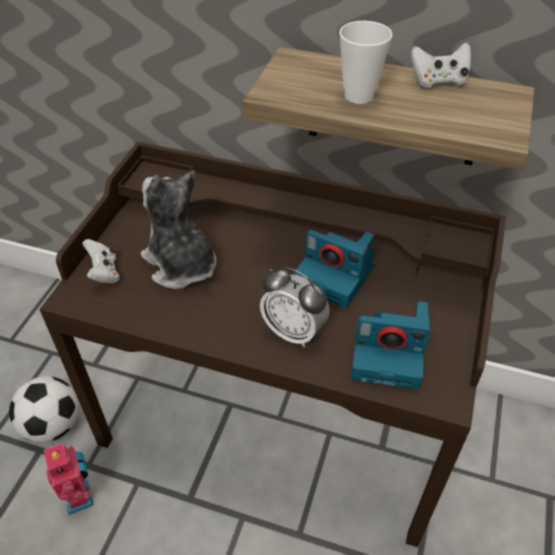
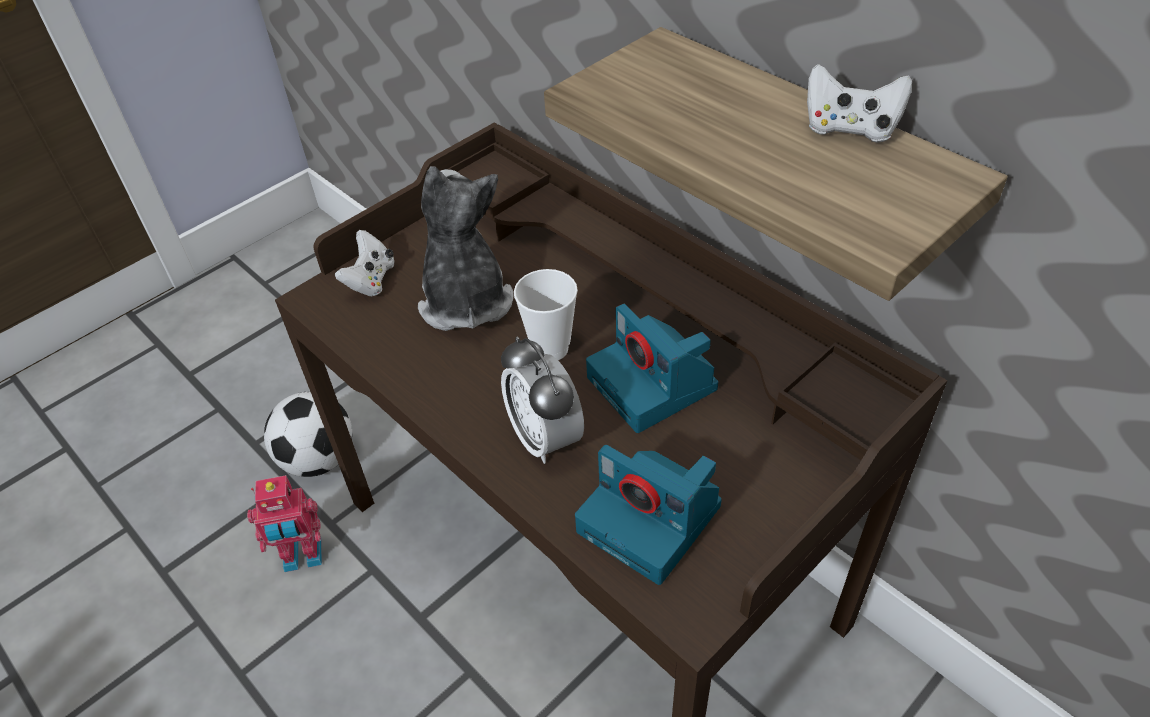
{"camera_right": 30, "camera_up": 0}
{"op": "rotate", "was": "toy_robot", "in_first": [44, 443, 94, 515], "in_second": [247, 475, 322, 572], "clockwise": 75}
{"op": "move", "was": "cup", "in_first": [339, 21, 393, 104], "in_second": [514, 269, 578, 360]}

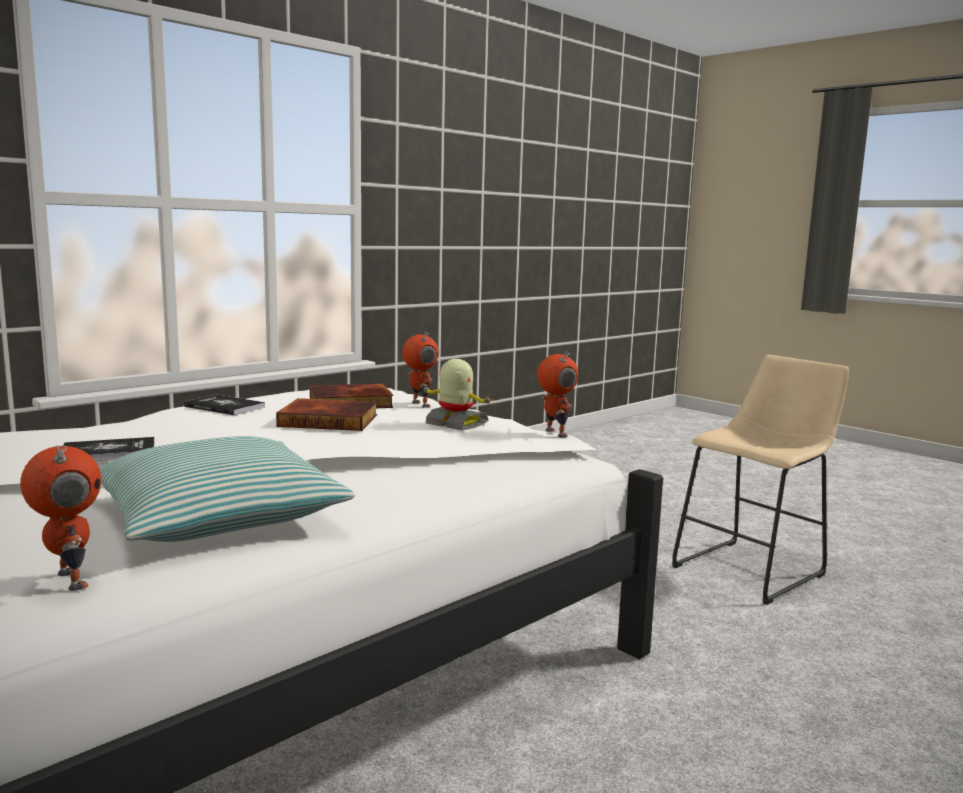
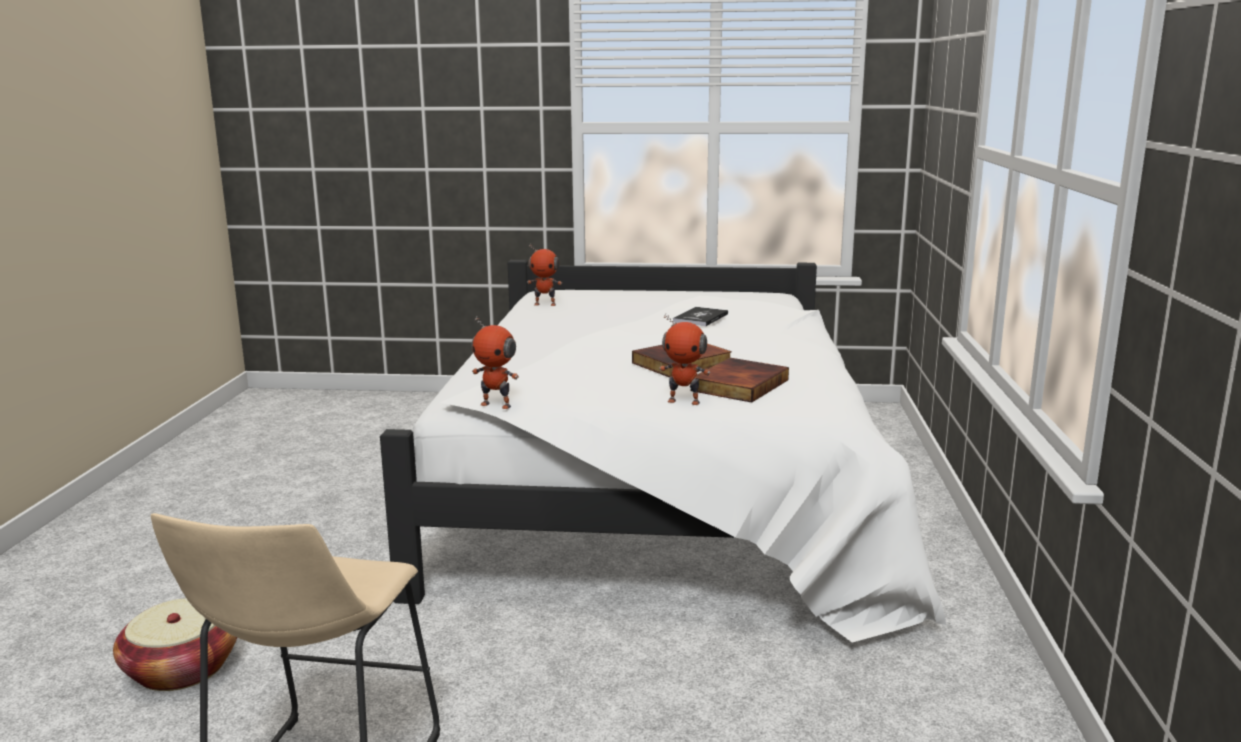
{"camera_right": 140, "camera_up": 5}
{"op": "delete", "was": "pillow", "in_first": [98, 436, 355, 542]}
{"op": "delete", "was": "book", "in_first": [184, 395, 265, 415]}
{"op": "delete", "was": "toy_robot", "in_first": [422, 359, 494, 430]}
{"op": "insert", "now": "basket", "in_second": [113, 598, 237, 691]}

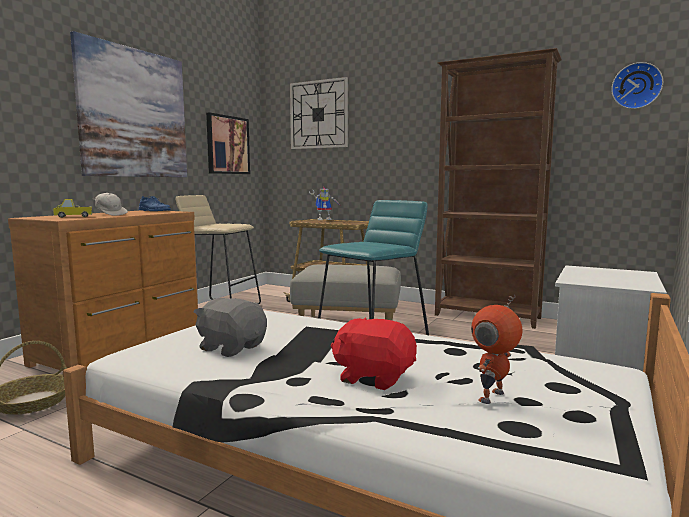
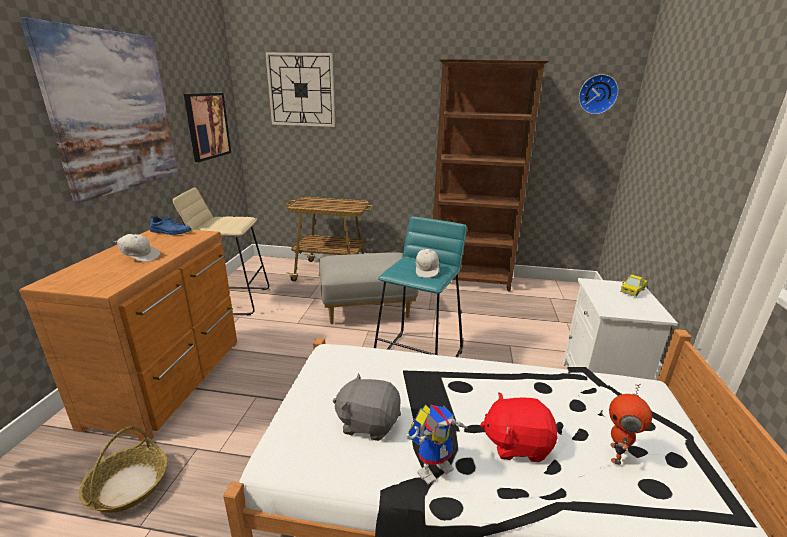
{"camera_right": -20, "camera_up": 15}
{"op": "move", "was": "toy_truck", "in_first": [53, 199, 93, 218], "in_second": [620, 275, 648, 297]}
{"op": "move", "was": "toy_robot", "in_first": [309, 187, 342, 220], "in_second": [406, 405, 469, 485]}
{"op": "insert", "now": "white_cap", "in_second": [416, 248, 440, 278]}

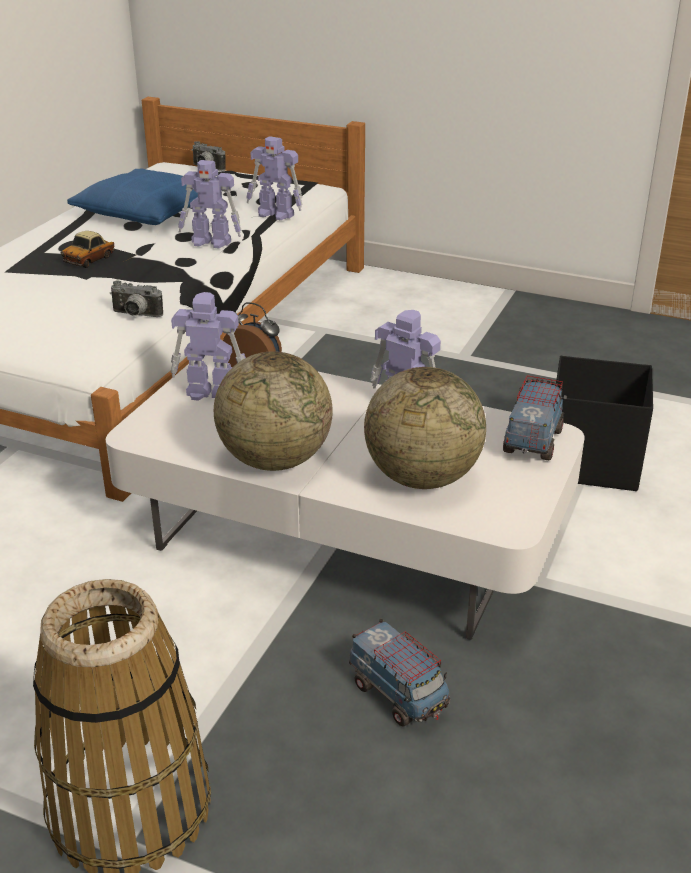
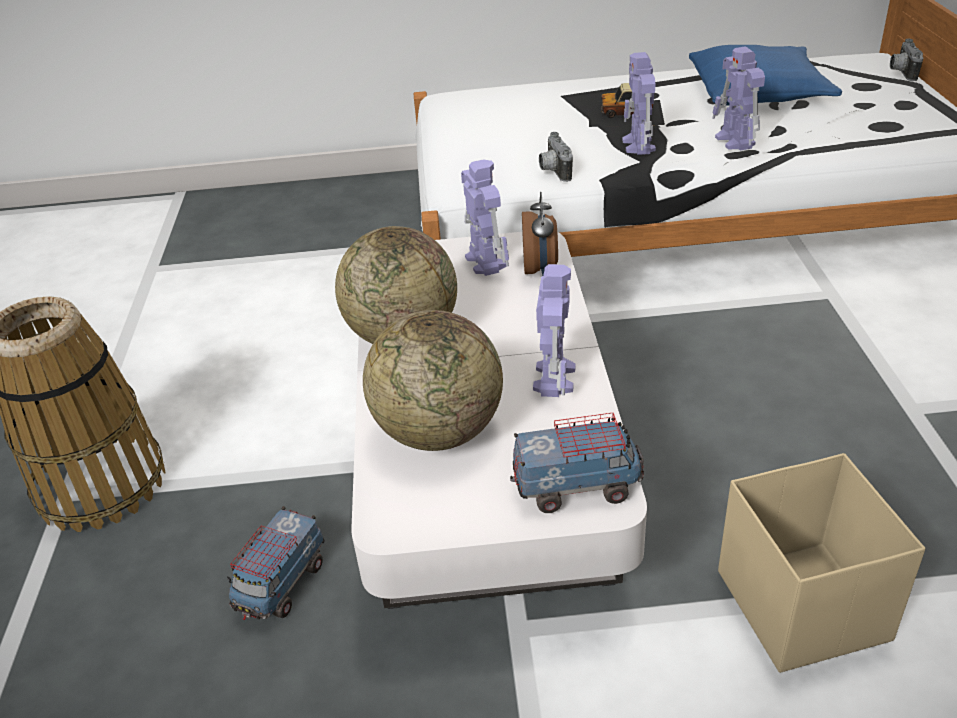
{"camera_right": 65, "camera_up": 5}
{"op": "move", "was": "toy_robot", "in_first": [246, 136, 302, 220], "in_second": [622, 52, 656, 155]}
{"op": "recolor", "was": "black_storage_box", "now": "beige_storage_box", "in_first": [556, 356, 653, 491], "in_second": [718, 453, 925, 673]}

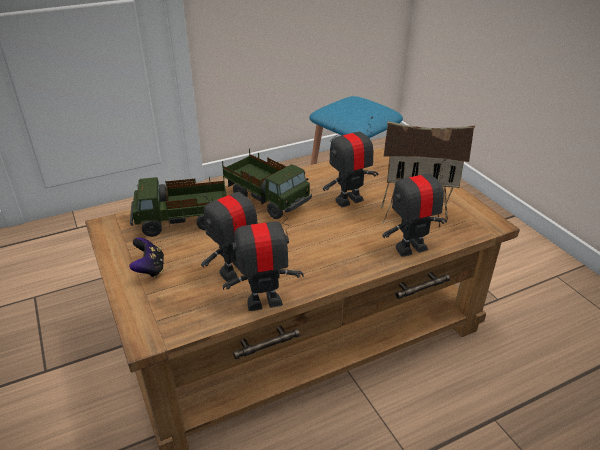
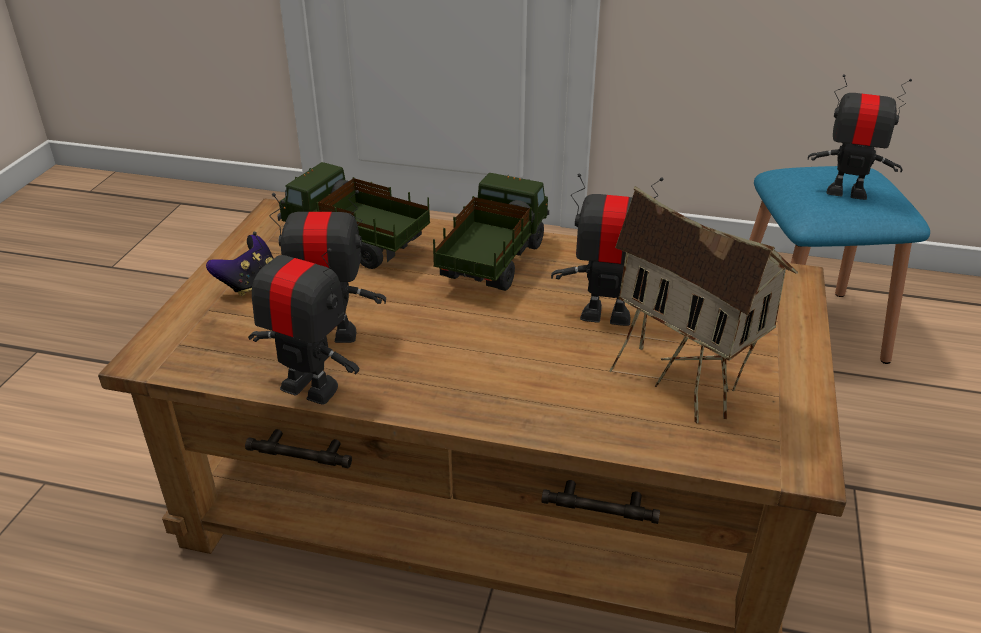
{"camera_right": 40, "camera_up": 0}
{"op": "rotate", "was": "toy_truck", "in_first": [222, 149, 312, 219], "in_second": [433, 173, 549, 291], "clockwise": -150}
{"op": "move", "was": "toy_robot", "in_first": [382, 158, 447, 257], "in_second": [808, 74, 912, 200]}

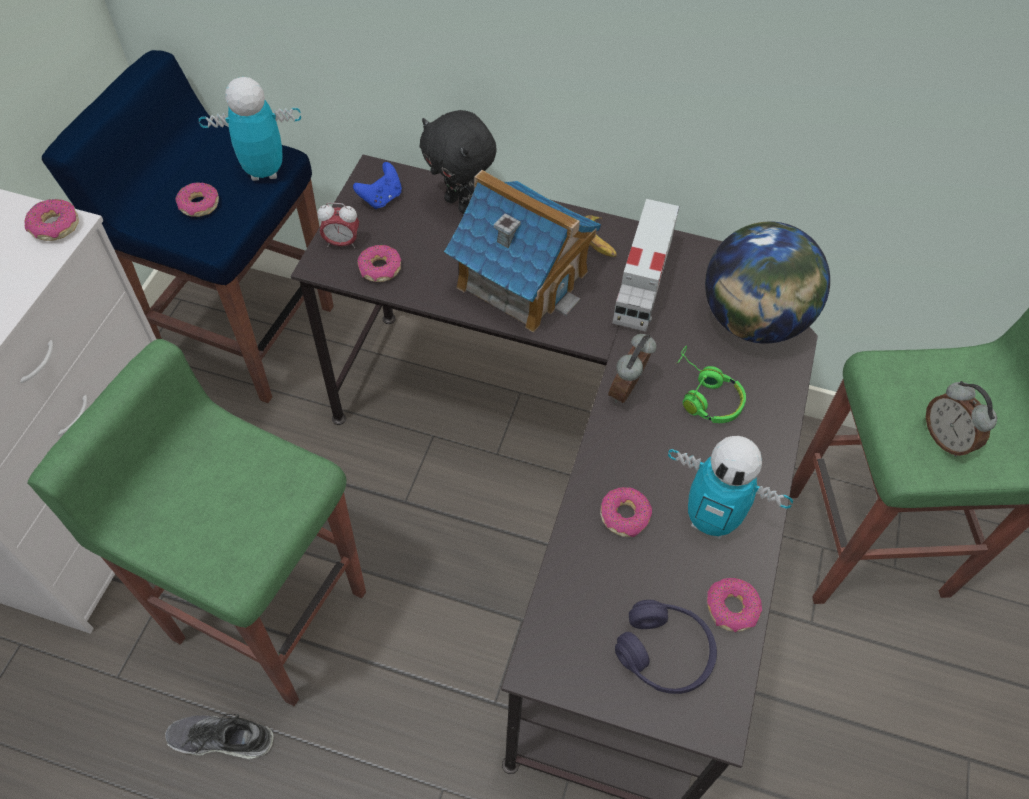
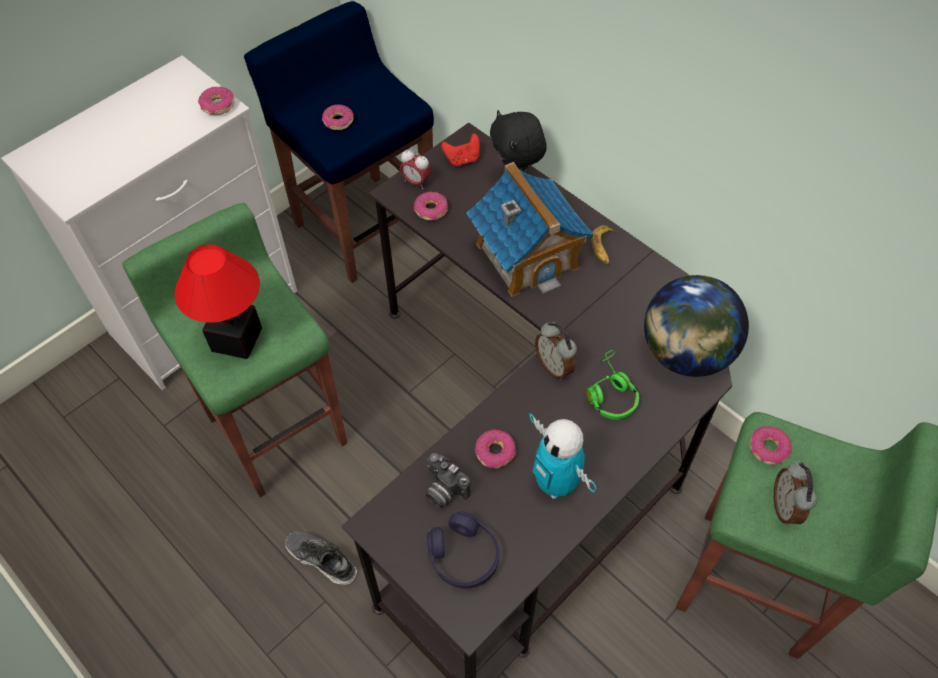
{"camera_right": 30, "camera_up": 0}
{"op": "move", "was": "shoe", "in_first": [165, 714, 274, 759], "in_second": [285, 532, 357, 585]}
{"op": "delete", "was": "toy_robot", "in_first": [199, 77, 301, 181]}
{"op": "recolor", "was": "blue_game_controller", "now": "red_game_controller", "in_first": [353, 162, 402, 209], "in_second": [441, 133, 480, 166]}
{"op": "rotate", "was": "alarm_clock", "in_first": [608, 334, 657, 403], "in_second": [535, 322, 577, 380], "clockwise": -90}
{"op": "delete", "was": "toy_truck", "in_first": [612, 199, 680, 332]}
{"op": "move", "was": "donut", "in_first": [707, 578, 762, 632], "in_second": [750, 426, 792, 464]}
{"op": "insert", "now": "table_lamp", "in_second": [175, 244, 262, 359]}
{"op": "insert", "now": "photo_camera", "in_second": [426, 453, 471, 508]}

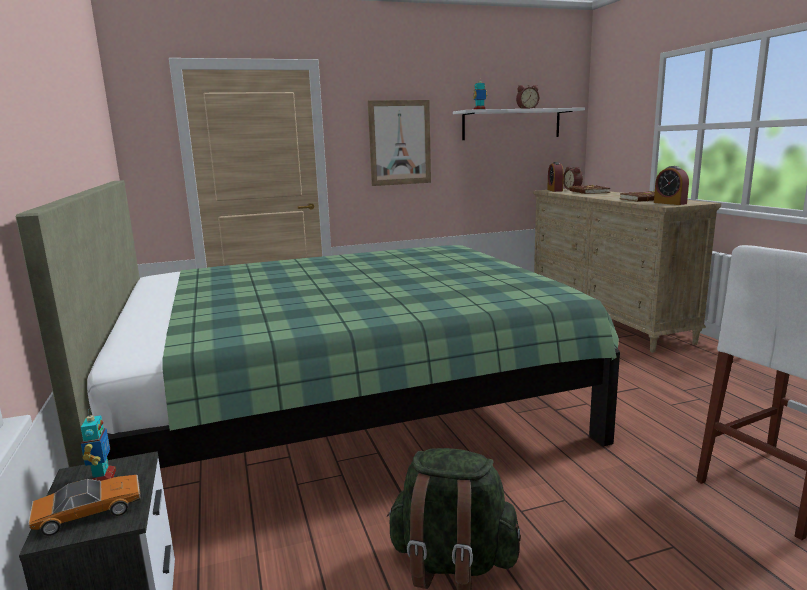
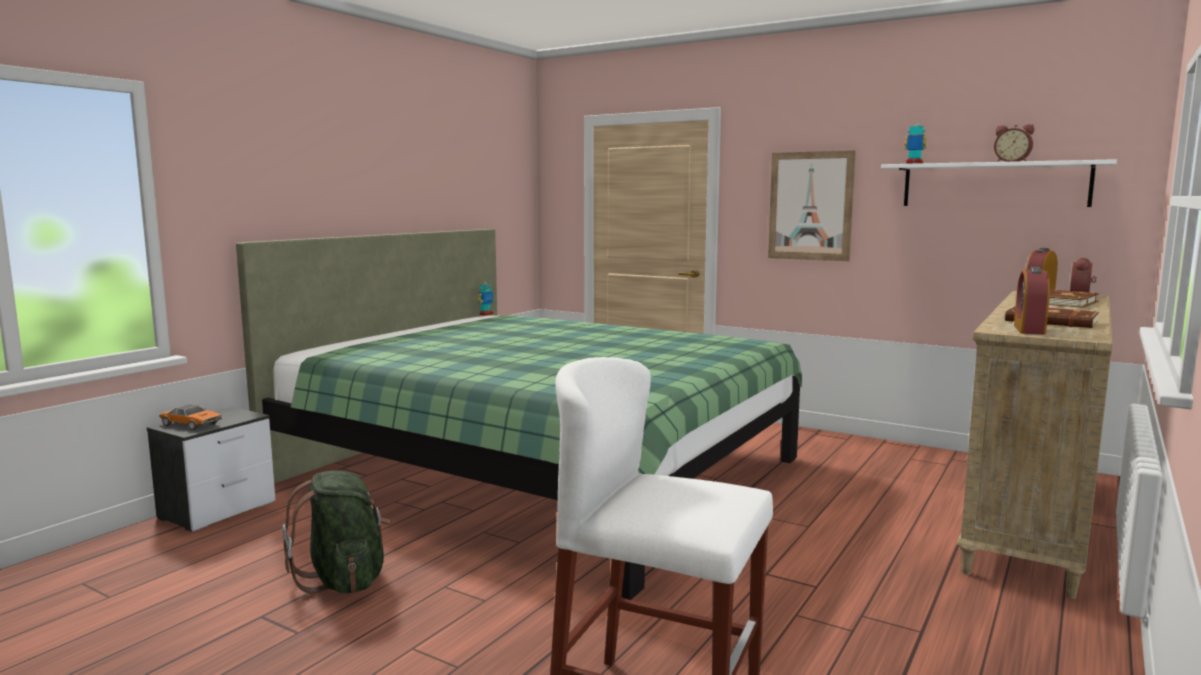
{"camera_right": 50, "camera_up": -5}
{"op": "move", "was": "toy_robot", "in_first": [81, 409, 116, 481], "in_second": [477, 279, 494, 316]}

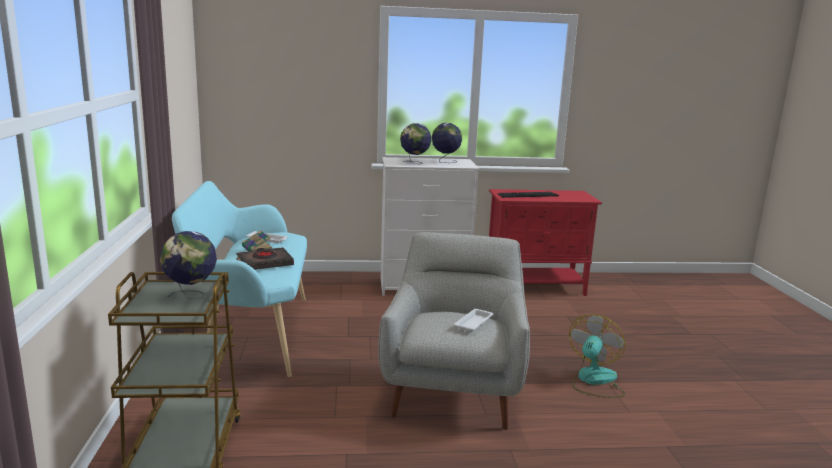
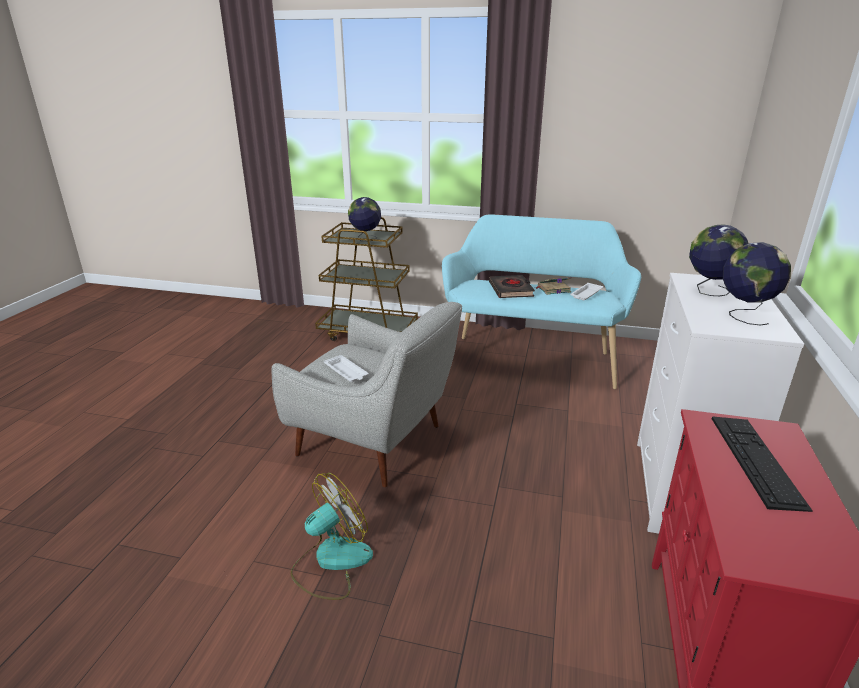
{"camera_right": 110, "camera_up": 10}
{"op": "rotate", "was": "fan", "in_first": [569, 314, 626, 398], "in_second": [291, 473, 373, 600], "clockwise": -90}

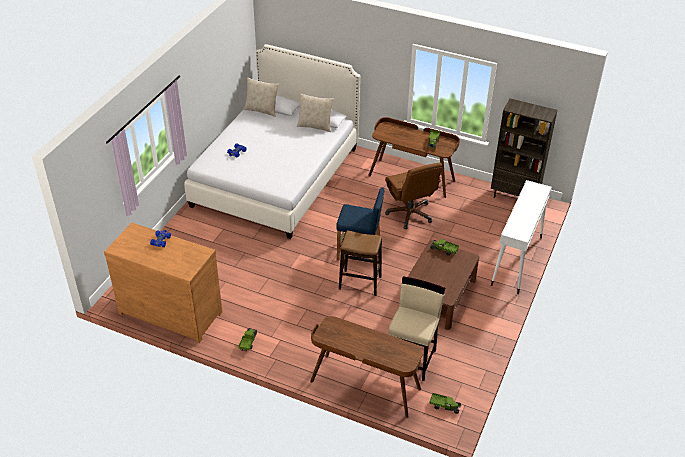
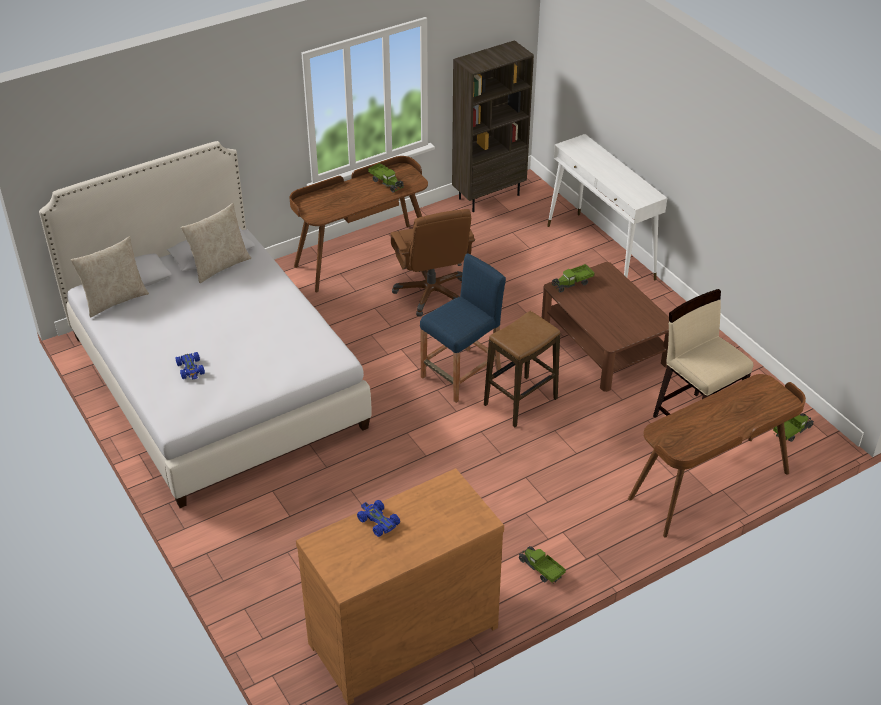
{"camera_right": -55, "camera_up": 0}
{"op": "rotate", "was": "brown_office_chair", "in_first": [385, 163, 442, 229], "in_second": [390, 209, 475, 317], "clockwise": 60}

